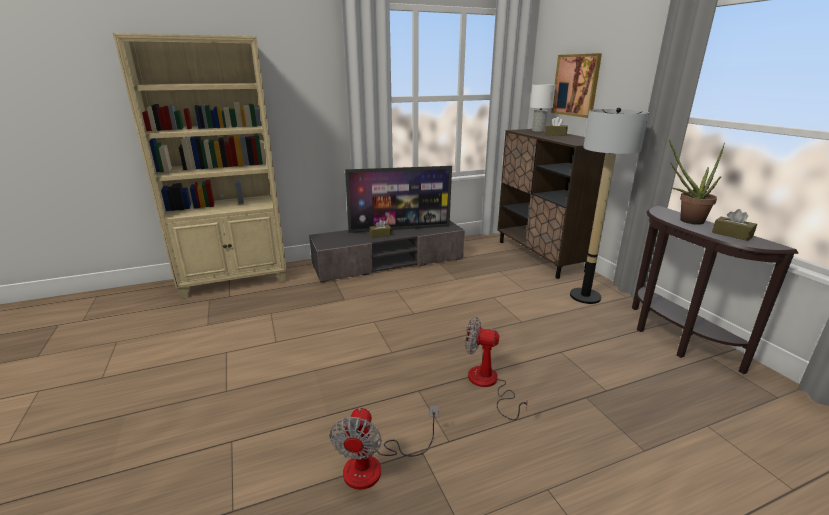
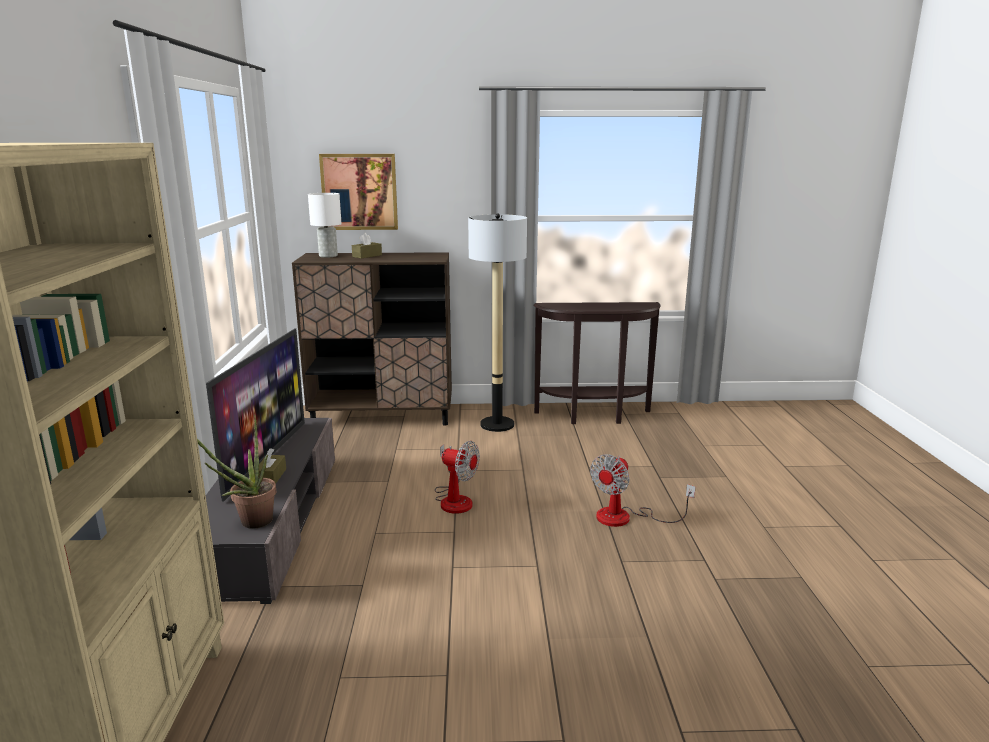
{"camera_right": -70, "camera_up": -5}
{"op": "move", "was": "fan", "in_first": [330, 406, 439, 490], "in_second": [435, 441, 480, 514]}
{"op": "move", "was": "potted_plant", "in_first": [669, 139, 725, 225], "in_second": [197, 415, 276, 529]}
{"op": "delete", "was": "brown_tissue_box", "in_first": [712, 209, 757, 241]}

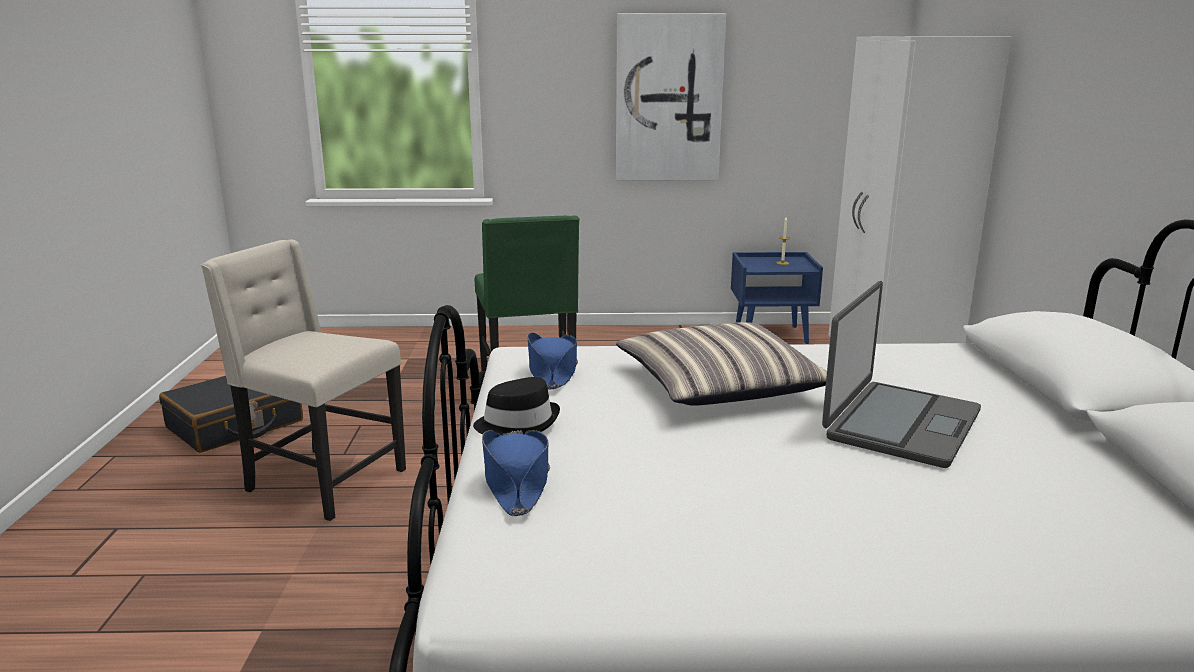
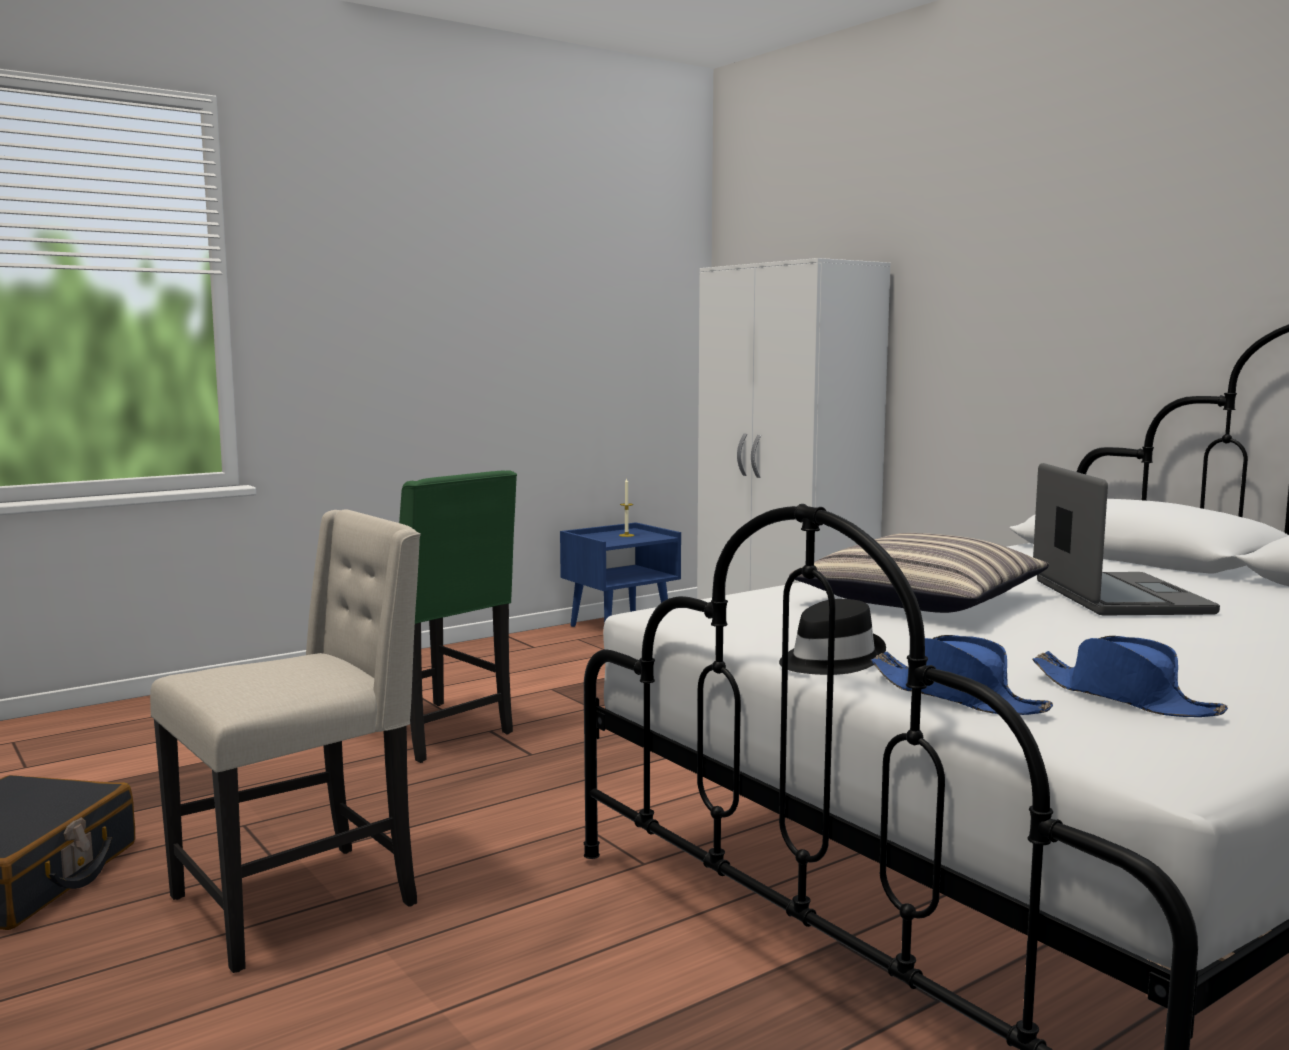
{"camera_right": -35, "camera_up": -10}
{"op": "rotate", "was": "beige_chair", "in_first": [201, 239, 406, 521], "in_second": [150, 510, 421, 973], "clockwise": 150}
{"op": "move", "was": "blue_hat", "in_first": [527, 332, 578, 389], "in_second": [1032, 636, 1228, 717]}
{"op": "delete", "was": "picture", "in_first": [616, 13, 726, 181]}

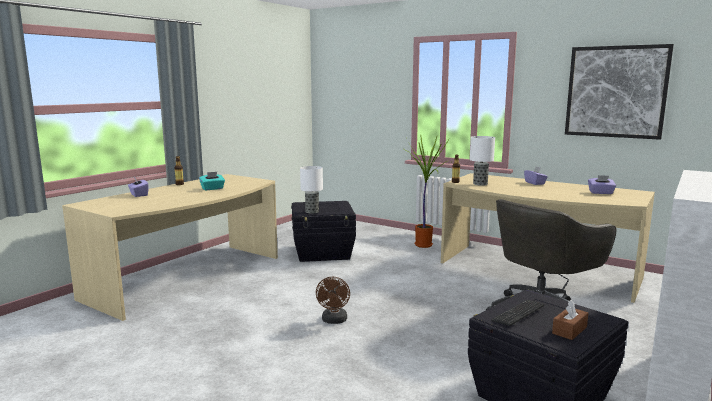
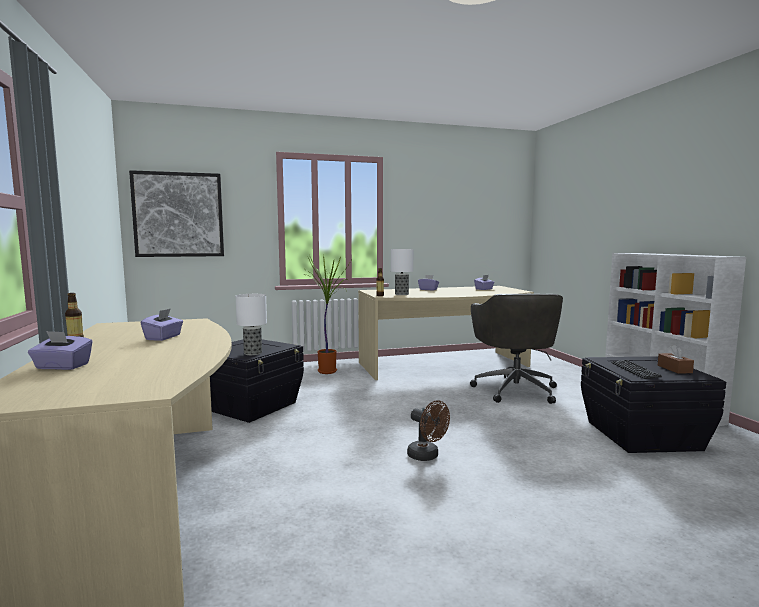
{"camera_right": -50, "camera_up": -5}
{"op": "recolor", "was": "turquoise_tissue_box", "now": "purple_tissue_box", "in_first": [199, 172, 225, 190], "in_second": [141, 309, 183, 341]}
{"op": "move", "was": "picture", "in_first": [565, 44, 674, 140], "in_second": [129, 170, 224, 257]}

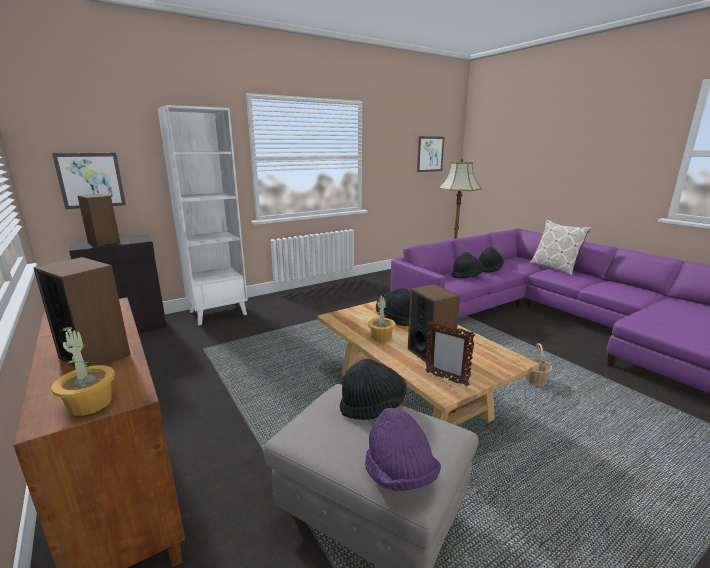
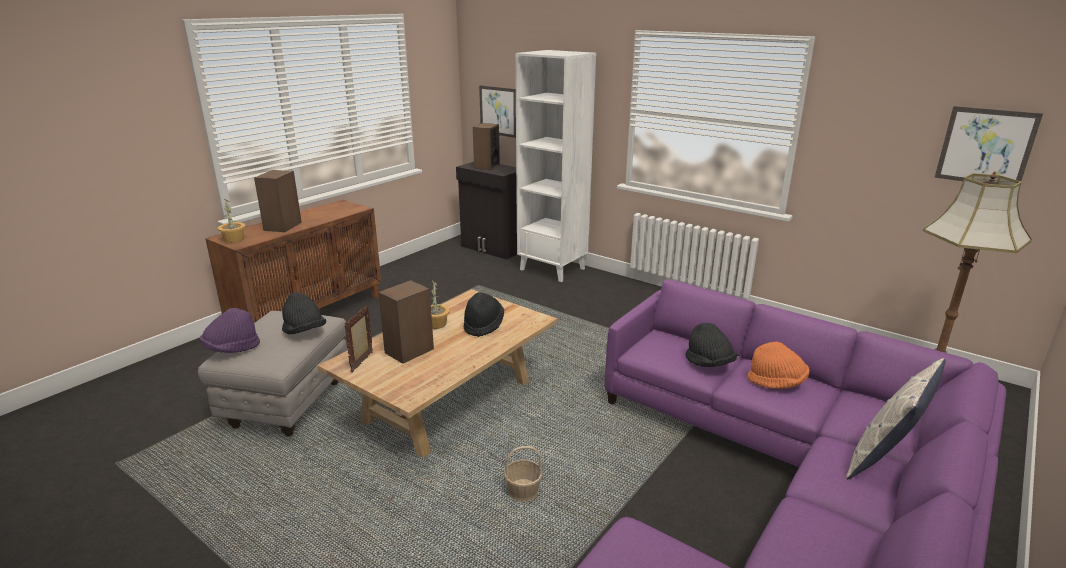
{"camera_right": 70, "camera_up": 5}
{"op": "recolor", "was": "black_hat", "now": "orange_hat", "in_first": [479, 247, 504, 273], "in_second": [747, 342, 810, 389]}

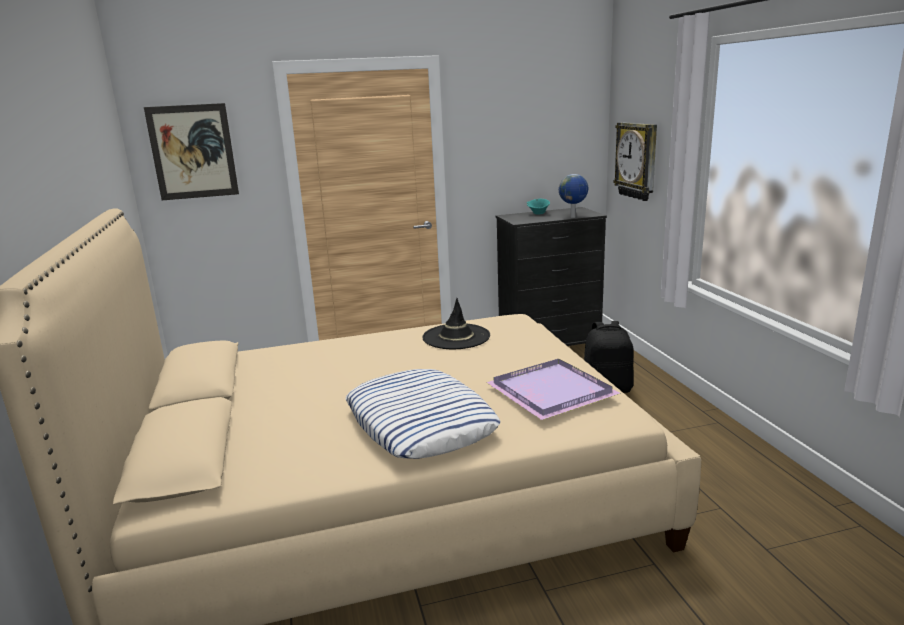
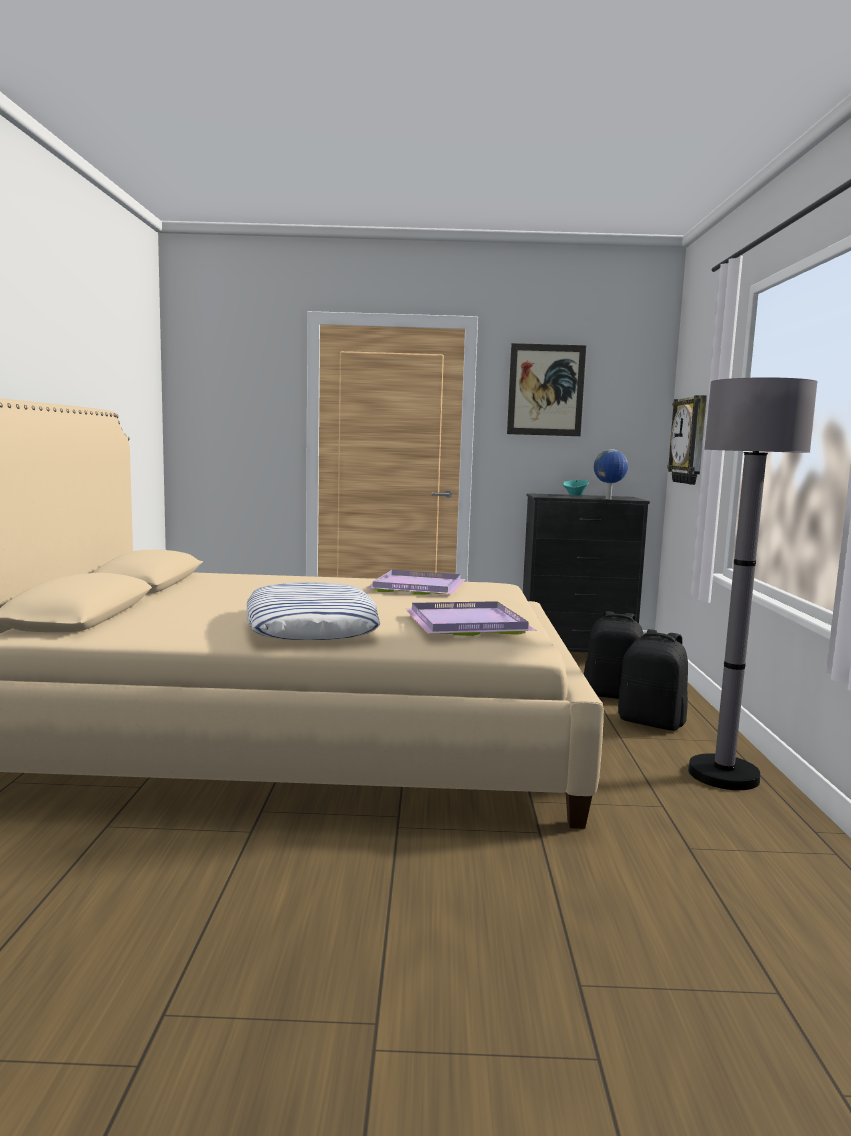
{"camera_right": 15, "camera_up": -10}
{"op": "move", "was": "picture", "in_first": [144, 103, 239, 200], "in_second": [507, 343, 586, 436]}
{"op": "replace", "was": "black_hat", "now": "purple_tray", "in_first": [422, 298, 490, 349], "in_second": [367, 570, 466, 595]}
{"op": "insert", "now": "black_backpack", "in_second": [618, 629, 688, 731]}
{"op": "insert", "now": "grey_floor_lamp", "in_second": [688, 377, 818, 790]}

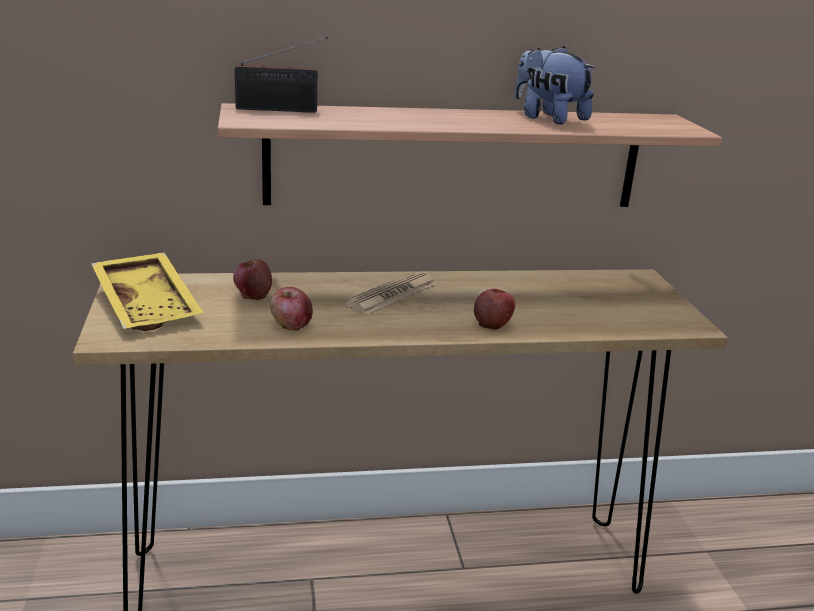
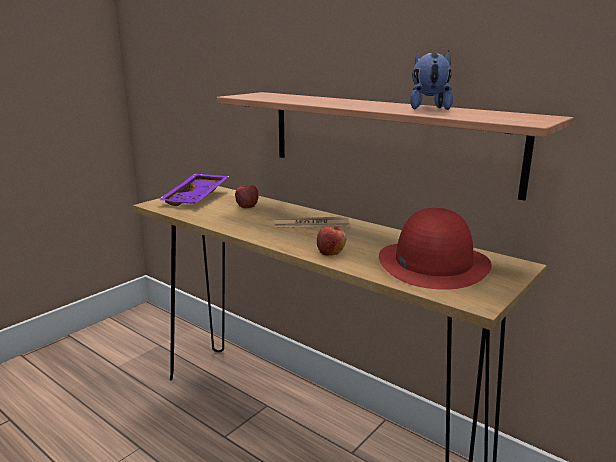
{"camera_right": 50, "camera_up": -5}
{"op": "recolor", "was": "yellow_tray", "now": "purple_tray", "in_first": [91, 252, 204, 331], "in_second": [158, 174, 229, 206]}
{"op": "delete", "was": "radio", "in_first": [235, 37, 328, 113]}
{"op": "delete", "was": "apple", "in_first": [270, 287, 313, 331]}
{"op": "insert", "now": "red_hat", "in_second": [379, 207, 492, 290]}

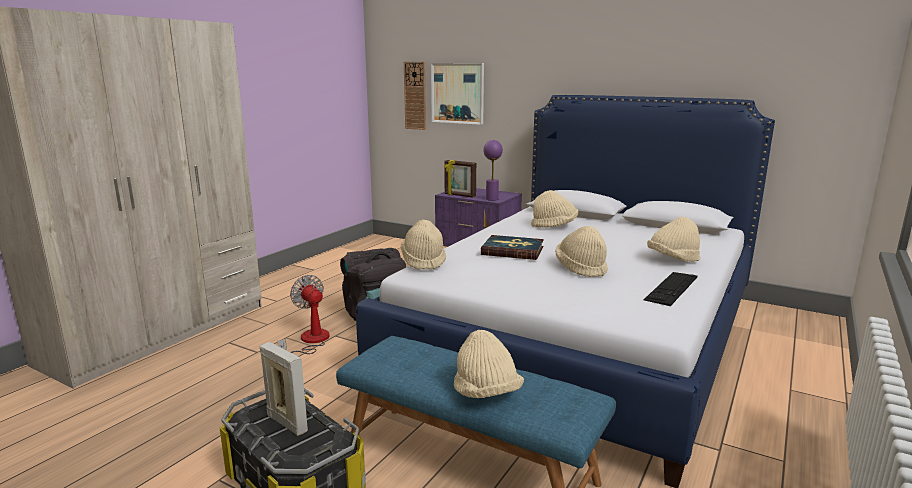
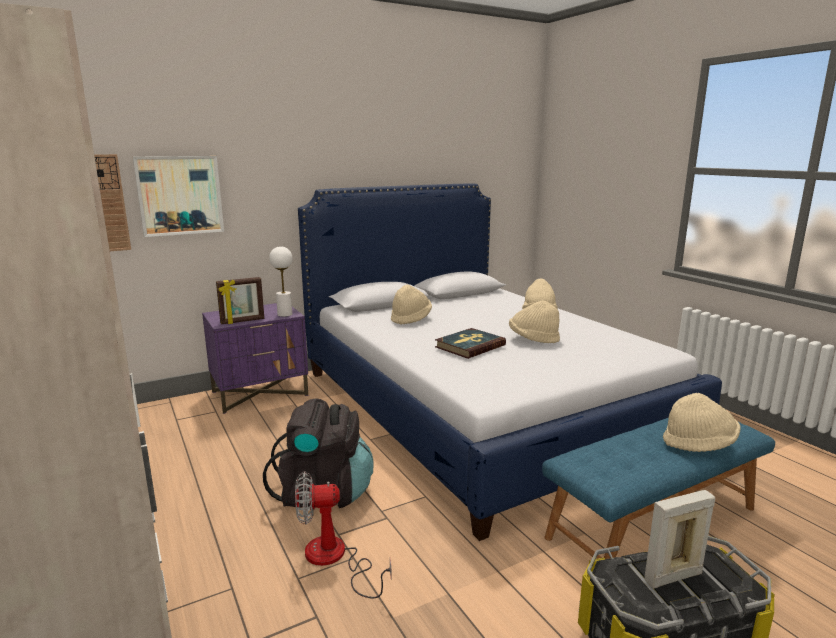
{"camera_right": -60, "camera_up": 0}
{"op": "delete", "was": "beige_hat", "in_first": [401, 220, 446, 270]}
{"op": "recolor", "was": "purple_table_lamp", "now": "white_table_lamp", "in_first": [483, 140, 503, 201], "in_second": [269, 246, 293, 317]}
{"op": "delete", "was": "keyboard", "in_first": [644, 272, 697, 306]}

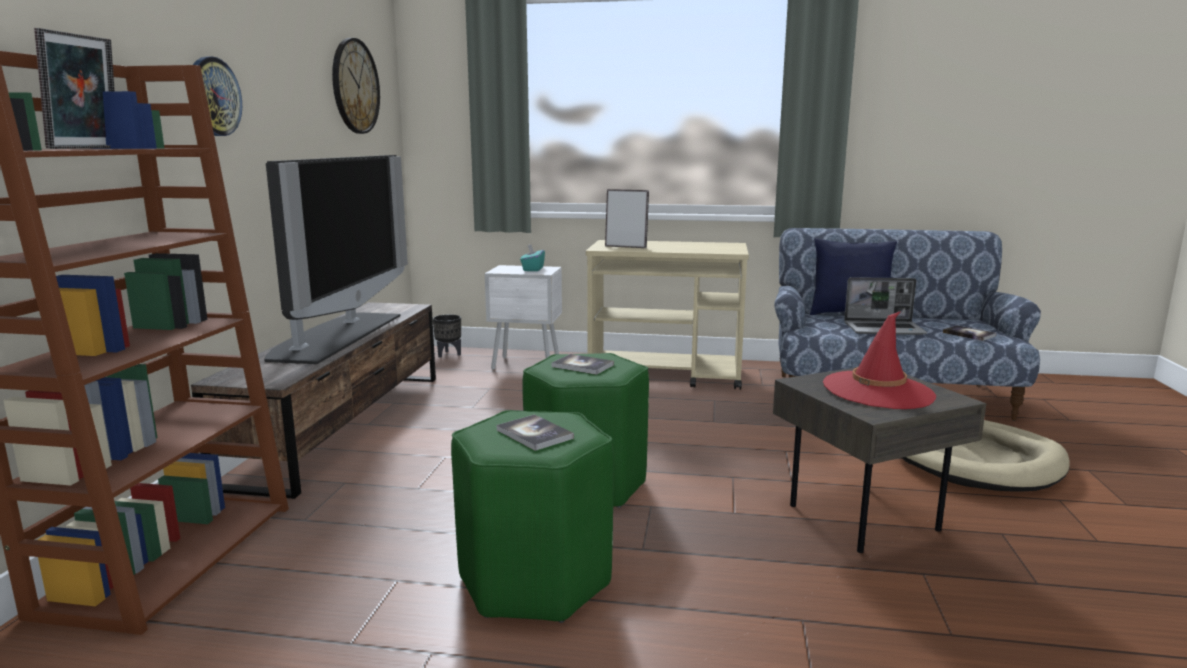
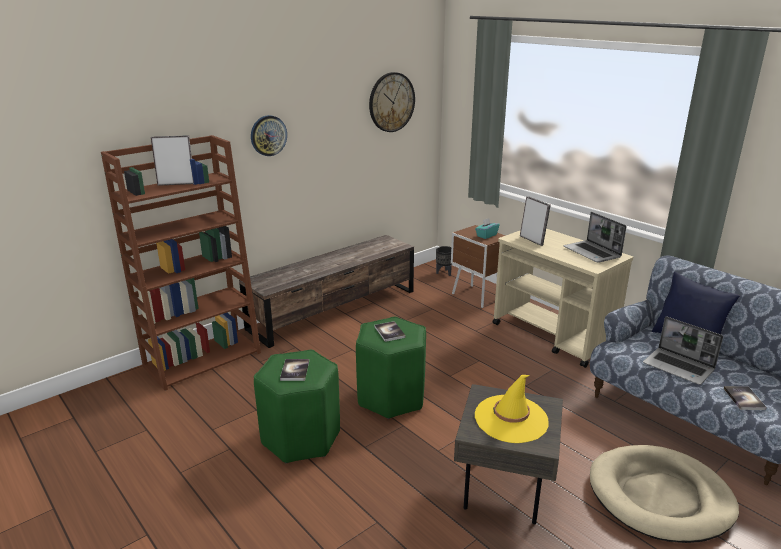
{"camera_right": 40, "camera_up": 10}
{"op": "rotate", "was": "picture_frame", "in_first": [34, 28, 115, 149], "in_second": [151, 135, 194, 186], "clockwise": -150}
{"op": "delete", "was": "television", "in_first": [264, 155, 408, 364]}
{"op": "recolor", "was": "white_nightstand", "now": "brown_nightstand", "in_first": [485, 265, 562, 370], "in_second": [451, 225, 505, 308]}
{"op": "recolor", "was": "red_hat", "now": "yellow_hat", "in_first": [823, 311, 936, 409], "in_second": [475, 375, 549, 443]}
{"op": "insert", "now": "laptop", "in_second": [563, 212, 627, 263]}

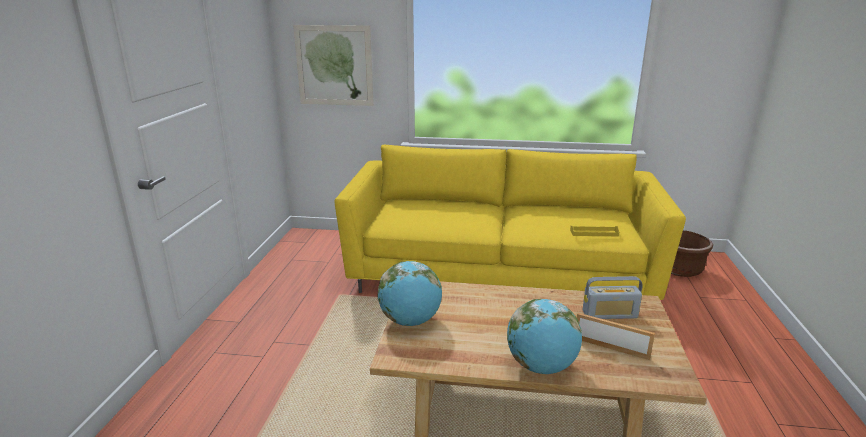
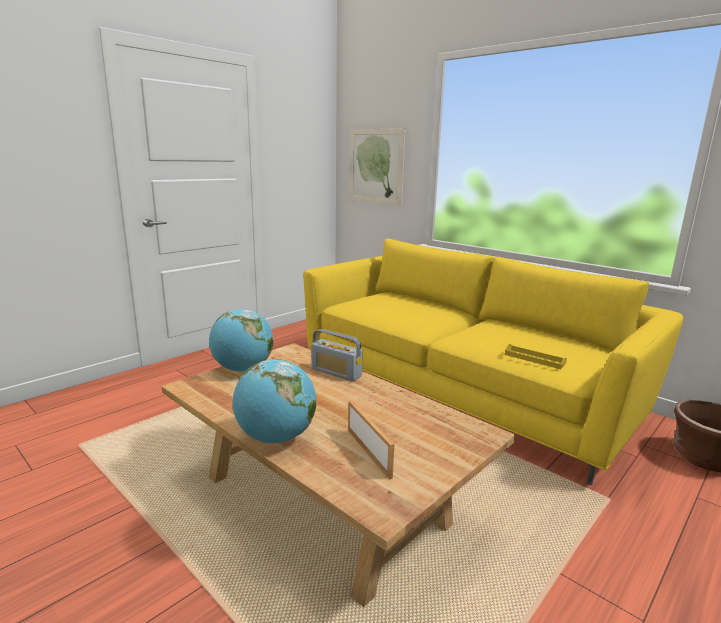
{"camera_right": 35, "camera_up": -5}
{"op": "move", "was": "radio", "in_first": [582, 276, 643, 319], "in_second": [311, 329, 363, 381]}

